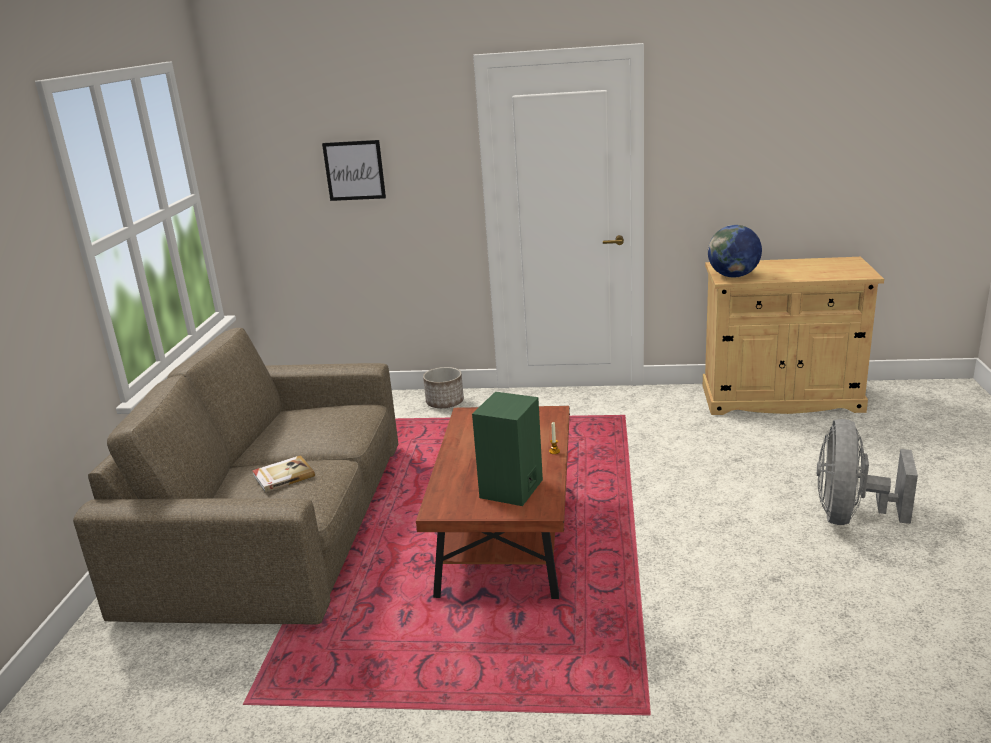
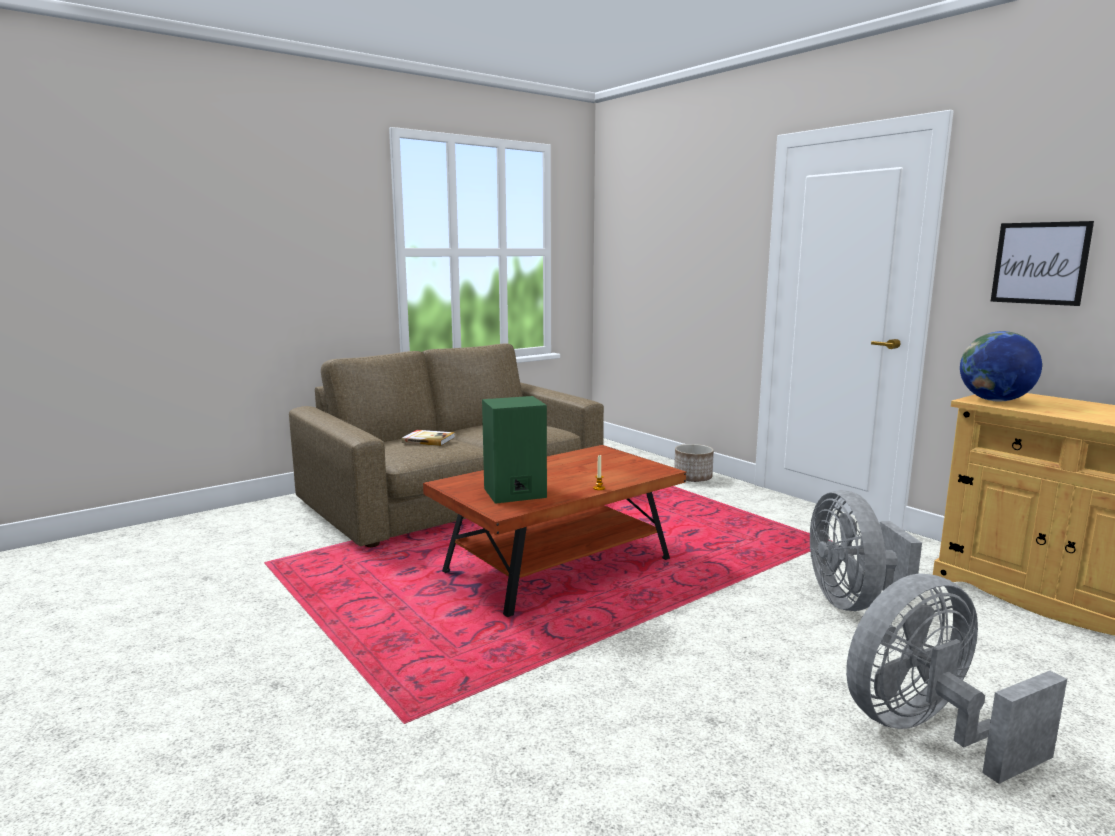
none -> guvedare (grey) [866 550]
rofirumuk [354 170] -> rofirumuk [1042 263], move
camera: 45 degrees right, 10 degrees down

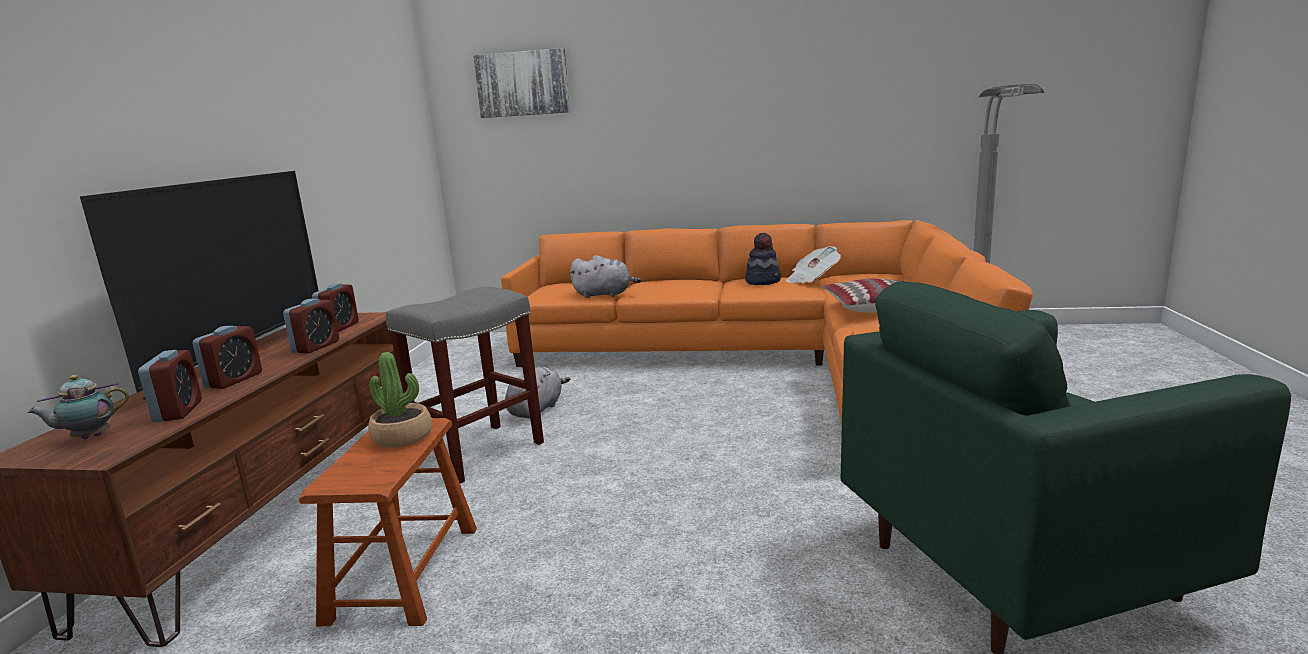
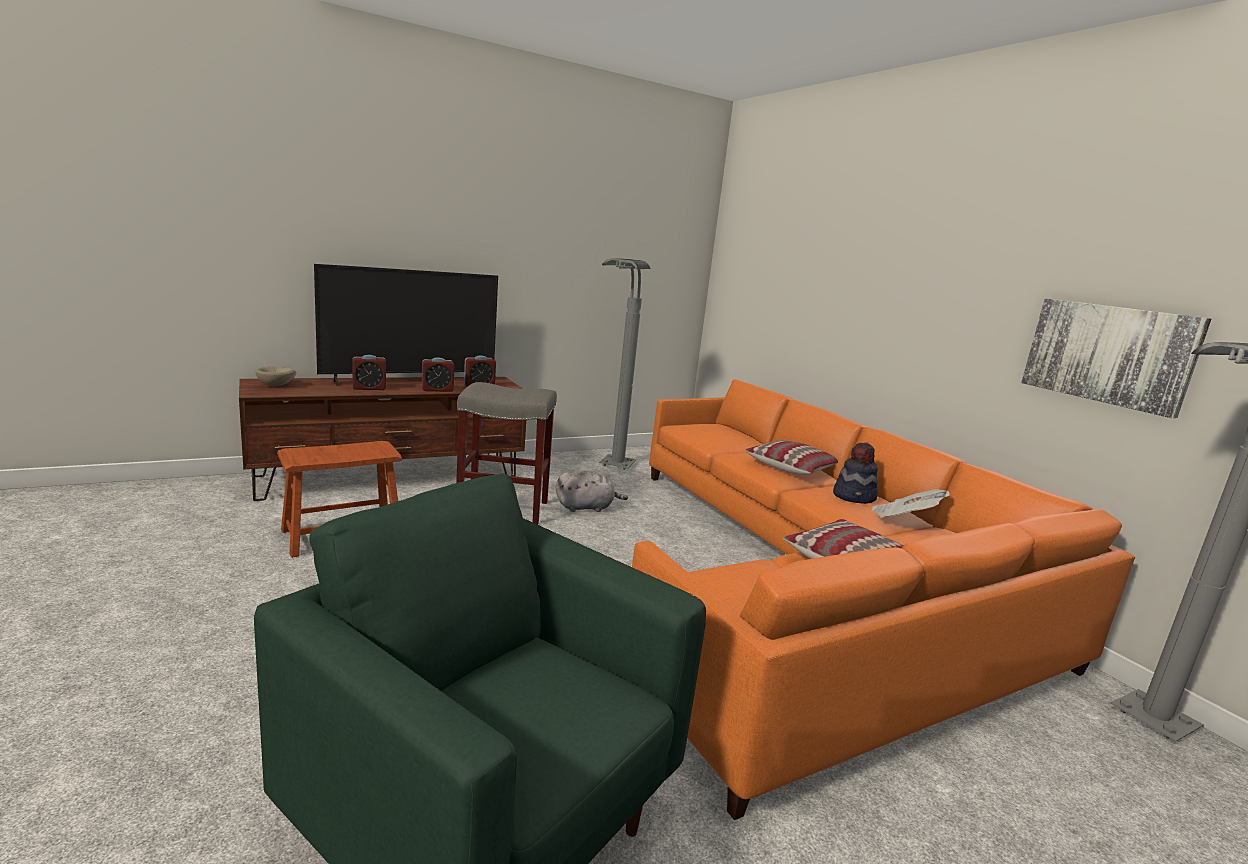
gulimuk [170 386] -> none
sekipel [400 400] -> none
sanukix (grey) [606 276] -> none
none -> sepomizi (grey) [625 364]
none -> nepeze [791 457]
rofirumuk [522 83] -> rofirumuk [1116 358], move
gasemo [78 407] -> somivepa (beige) [276 376]
camera: 50 degrees right, 0 degrees up

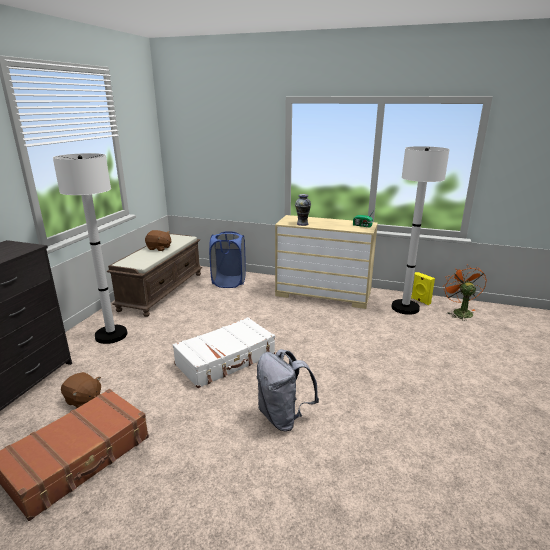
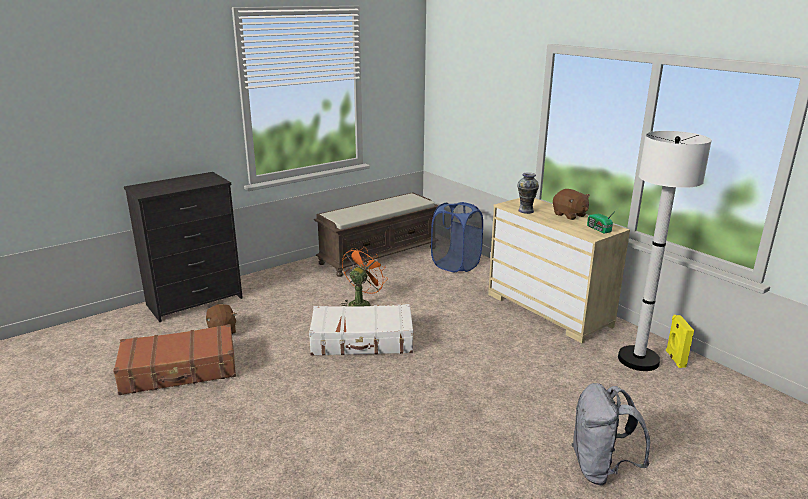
sepomizi (white) [90 248] -> none
sanukix (brown) [158 240] -> sanukix (brown) [571 204], move
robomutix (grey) [288 390] -> robomutix (grey) [611 434], move
guvedare (orange) [464 293] -> guvedare (orange) [364 277], move
camera: 35 degrees right, 0 degrees up

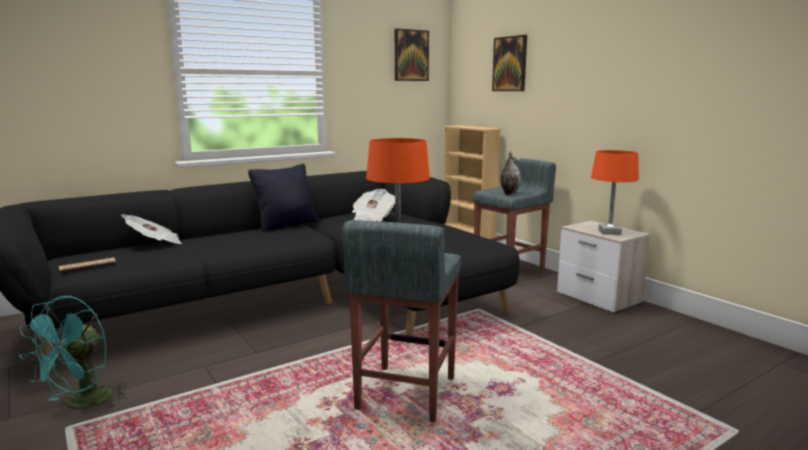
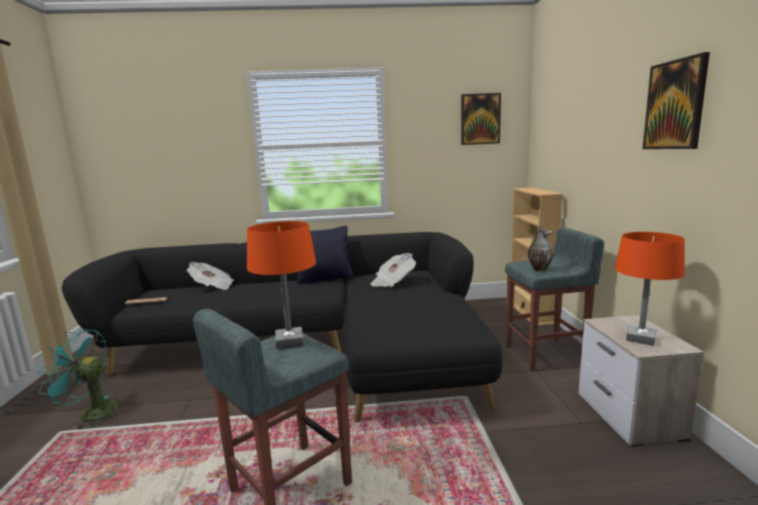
rofirumuk [509 63] -> rofirumuk [676 100], move
guvedare (turquoise) [72 352] -> guvedare (turquoise) [78 379], 45 degrees clockwise
camera: 30 degrees right, 0 degrees up

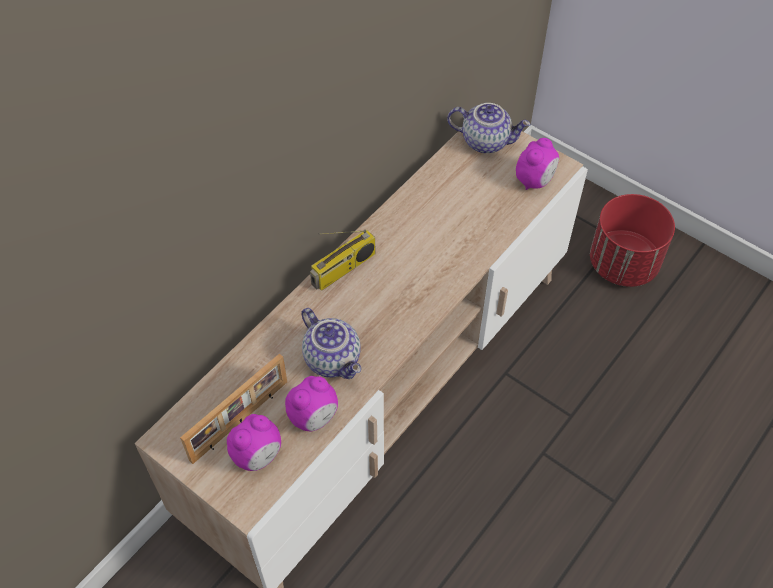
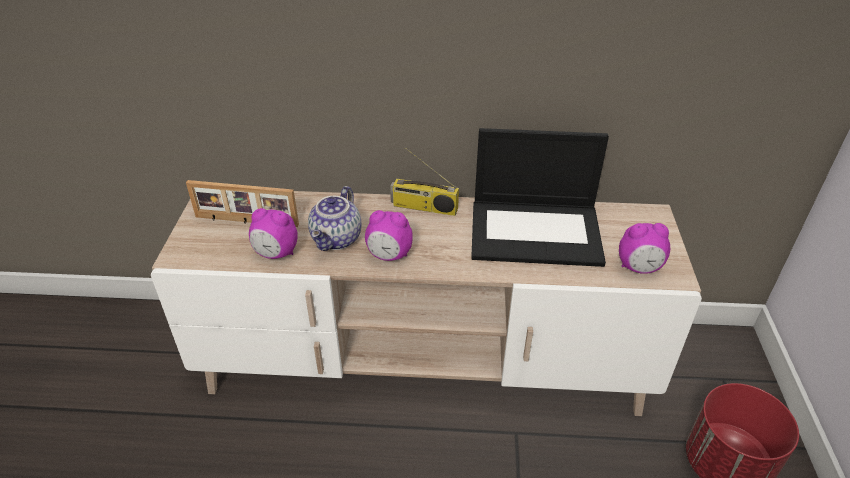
gasemo [489 128] -> none
none -> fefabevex [540 197]
gulimuk [254 442] -> gulimuk [389 235], move
camera: 55 degrees right, 15 degrees down

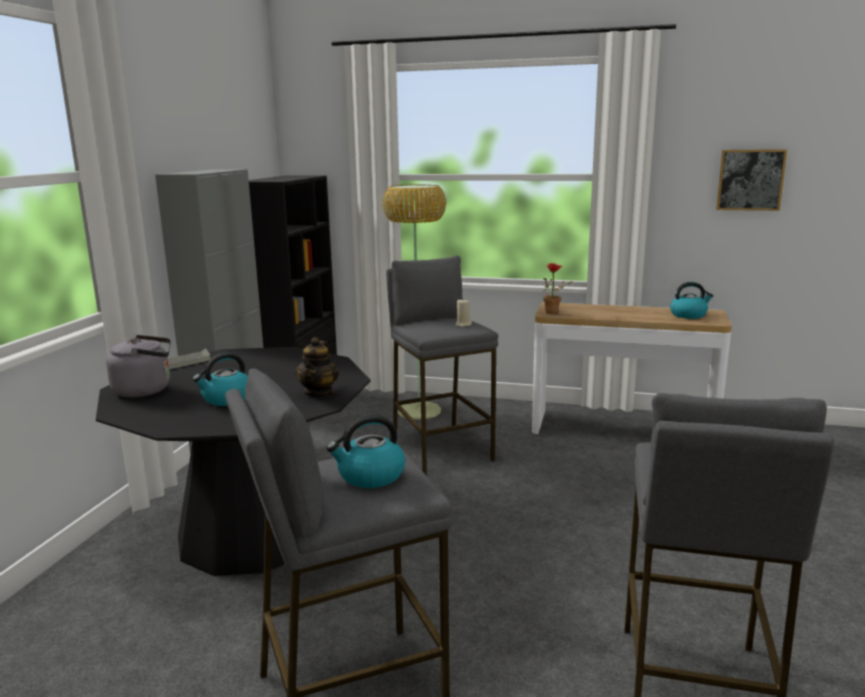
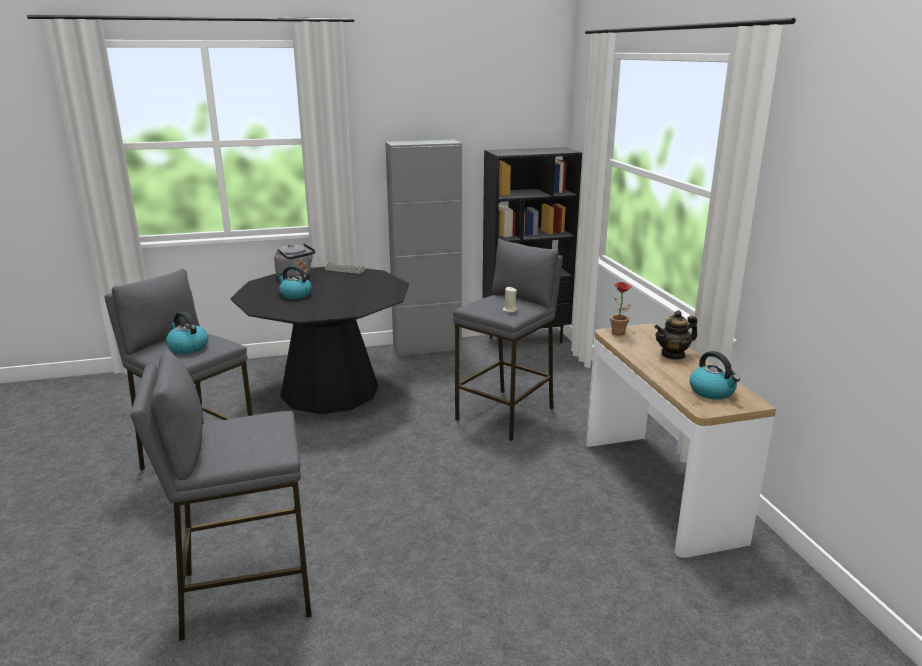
sepomizi [414 302] -> none
rofirumuk [751 180] -> none
gasemo [317 367] -> gasemo [675 335], move
camera: 60 degrees right, 5 degrees up

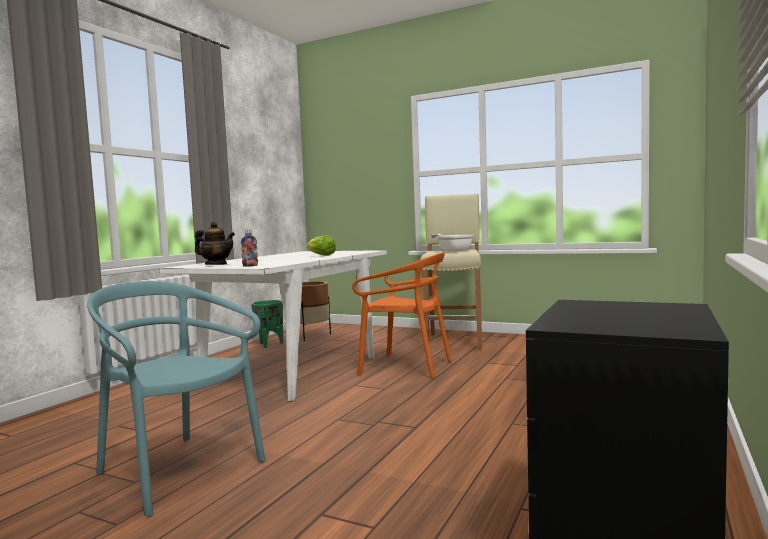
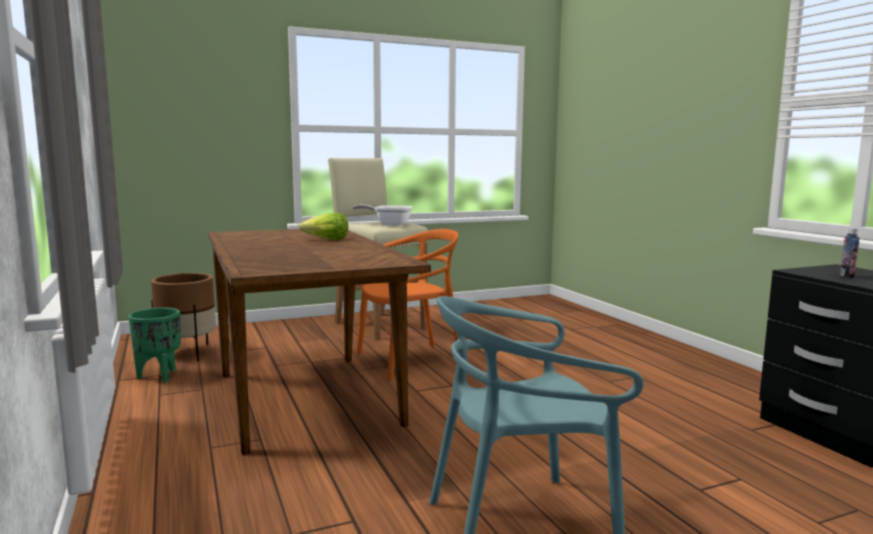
gasemo [215 243] -> none
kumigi [249 248] -> kumigi [850 253], move
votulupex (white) [273 326] -> votulupex (brown) [319 342]
camera: 50 degrees left, 5 degrees up

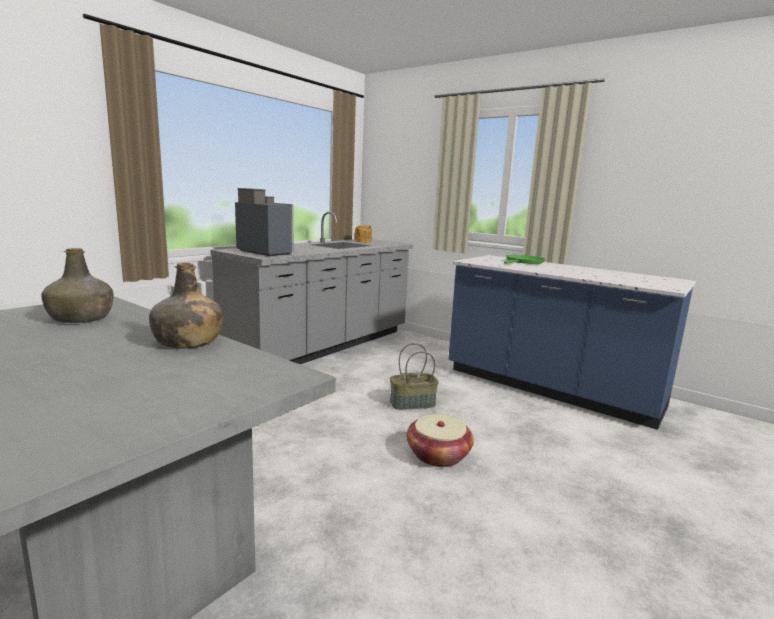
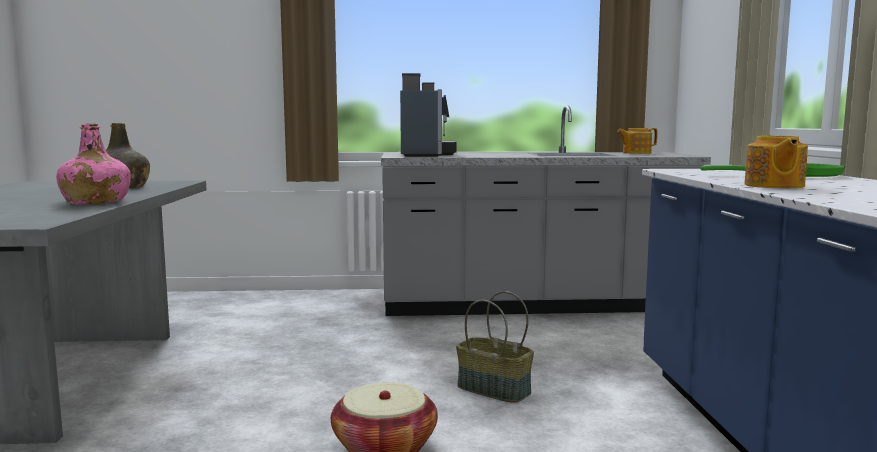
none -> gasemo [776 161]
kumigi (green) [186 306] -> kumigi (pink) [93 164]
camera: 50 degrees right, 5 degrees down

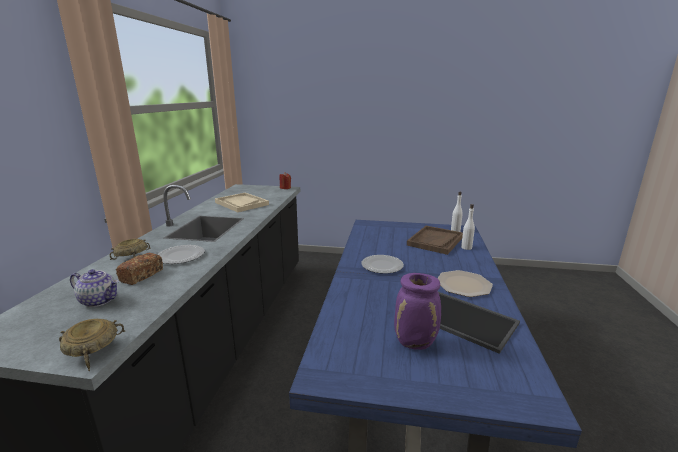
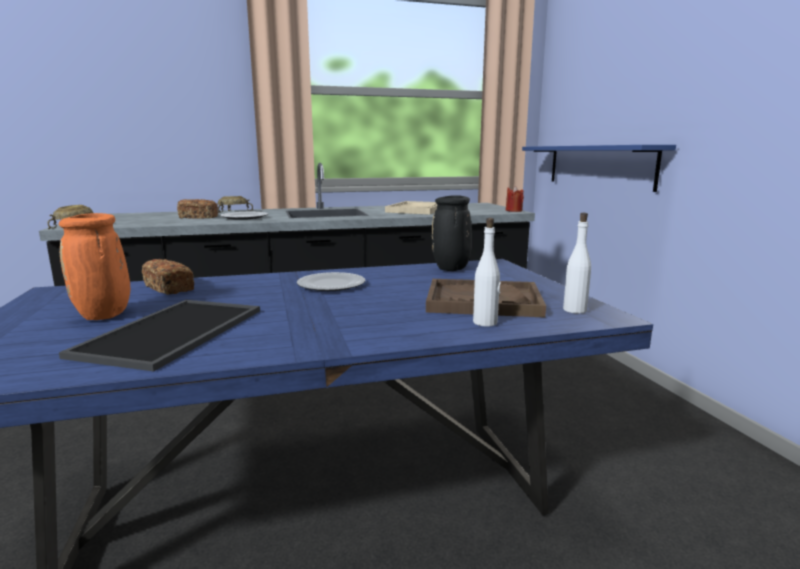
gasemo [94 288] -> none
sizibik [465 283] -> none
none -> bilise [168 277]
none -> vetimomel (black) [452 233]
none -> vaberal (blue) [599 168]
vetimomel (purple) [417 311] -> vetimomel (orange) [94 266]
camera: 65 degrees right, 5 degrees down

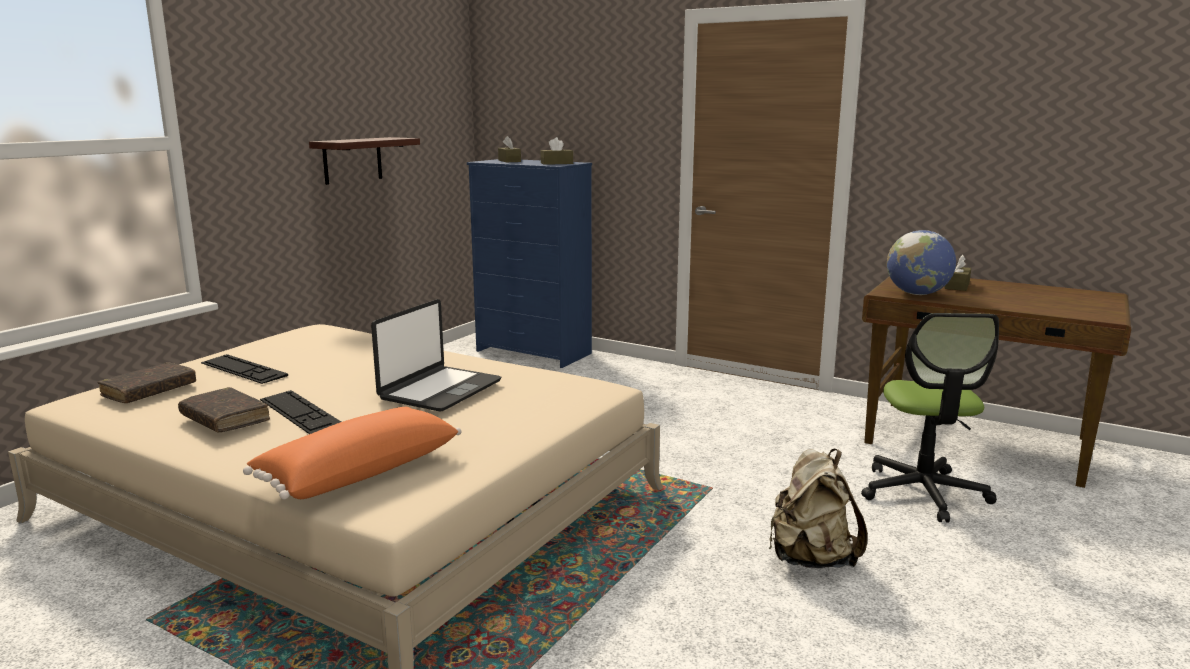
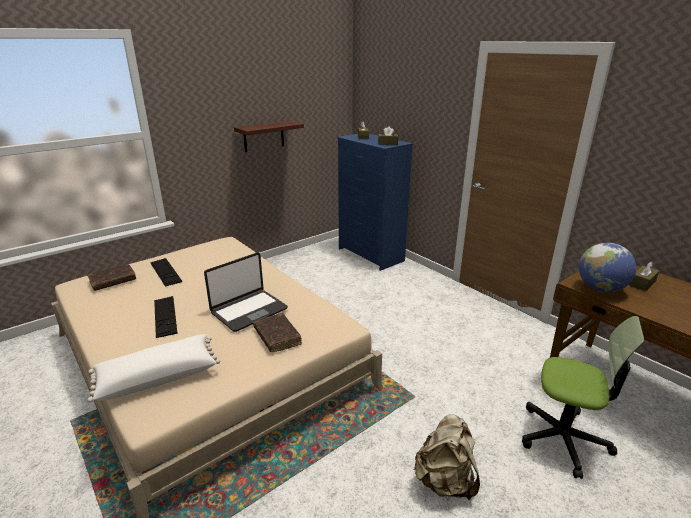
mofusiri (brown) [224 409] -> mofusiri (brown) [277 332], move
nepeze (orange) [352 453] -> nepeze (white) [153 368]
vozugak [930 418] -> vozugak [583 397], 90 degrees counterclockwise
camera: 20 degrees right, 10 degrees up

